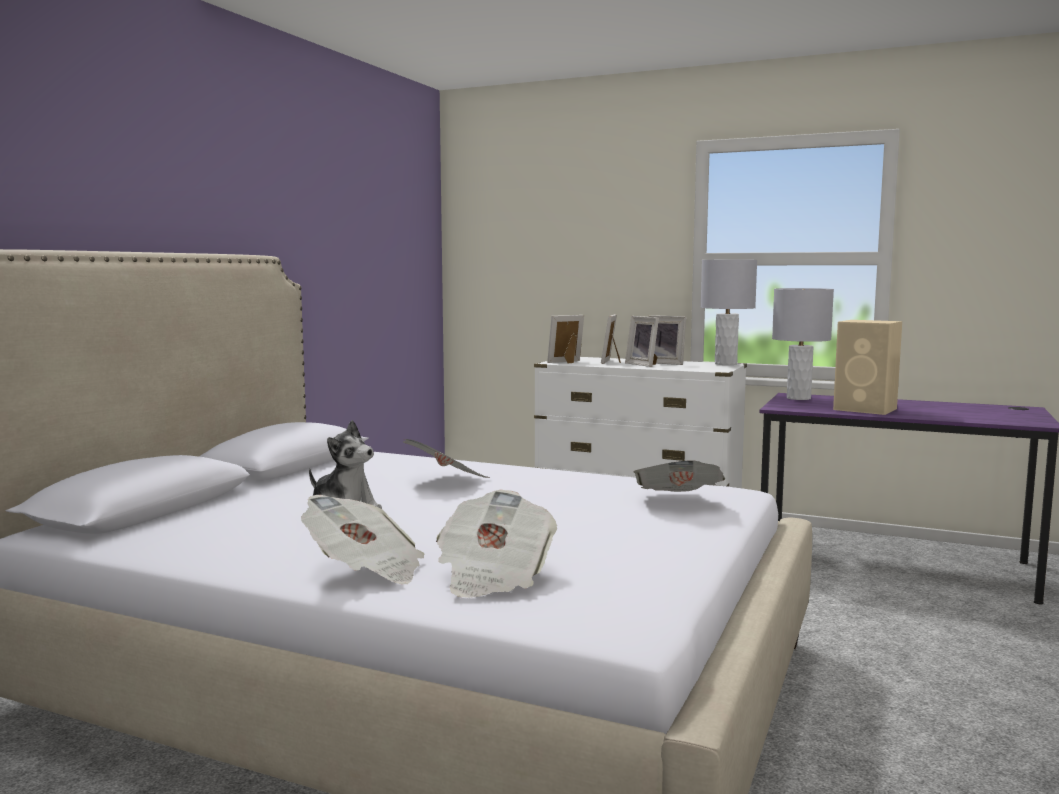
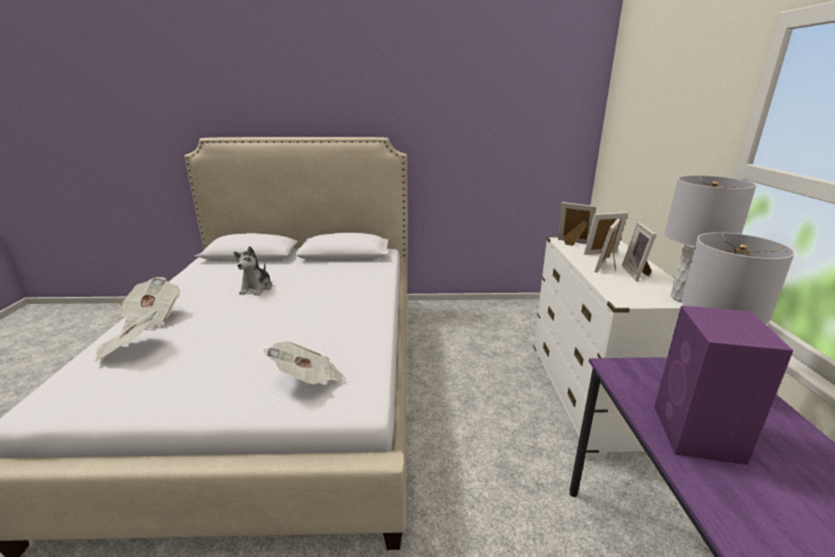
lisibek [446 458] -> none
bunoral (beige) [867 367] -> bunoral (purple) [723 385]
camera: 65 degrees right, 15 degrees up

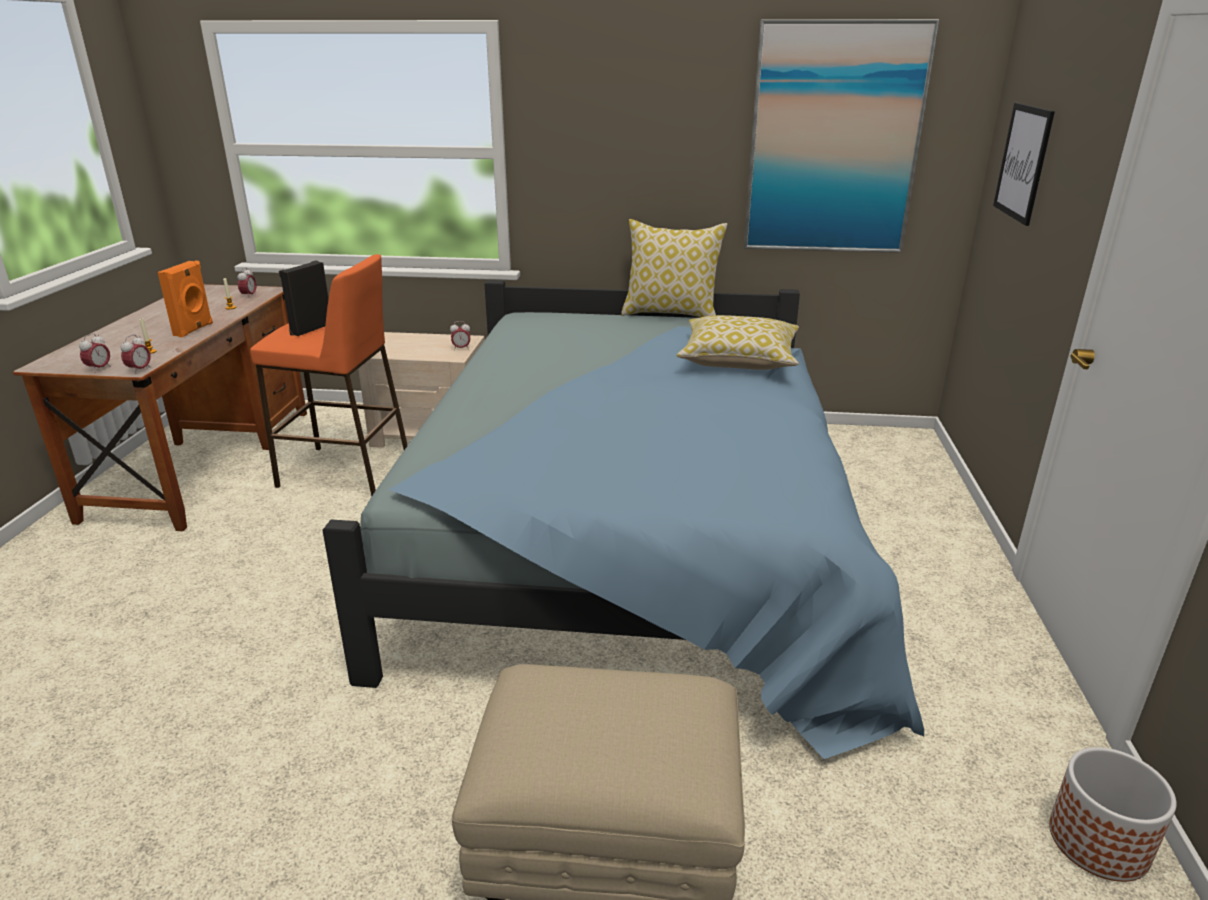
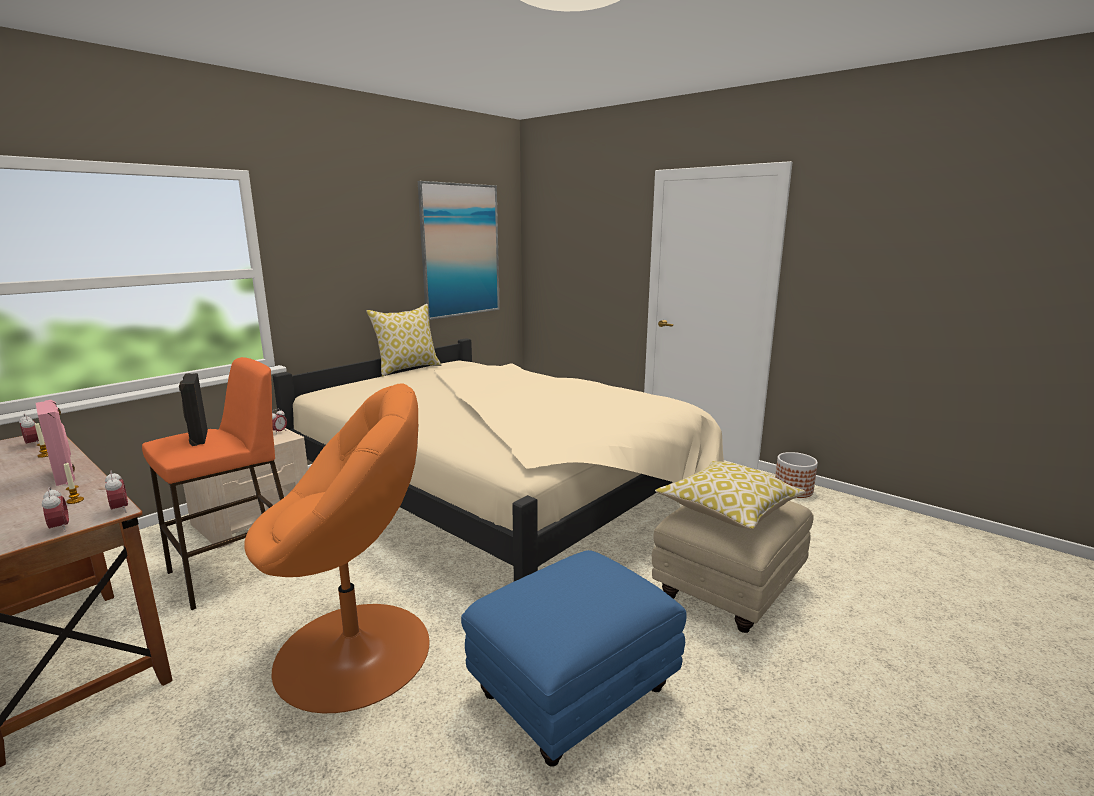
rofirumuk [1024 164] -> none
none -> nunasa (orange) [337 548]
none -> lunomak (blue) [574 658]
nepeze [738 342] -> nepeze [730 495], move
bunoral (orange) [185 299] -> bunoral (pink) [55 443]
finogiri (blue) [623 519] -> finogiri (beige) [498 459]
camera: 55 degrees left, 10 degrees down

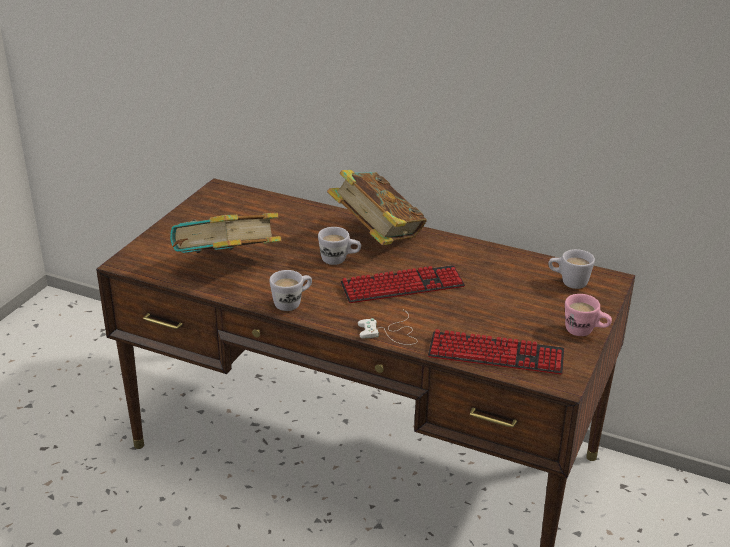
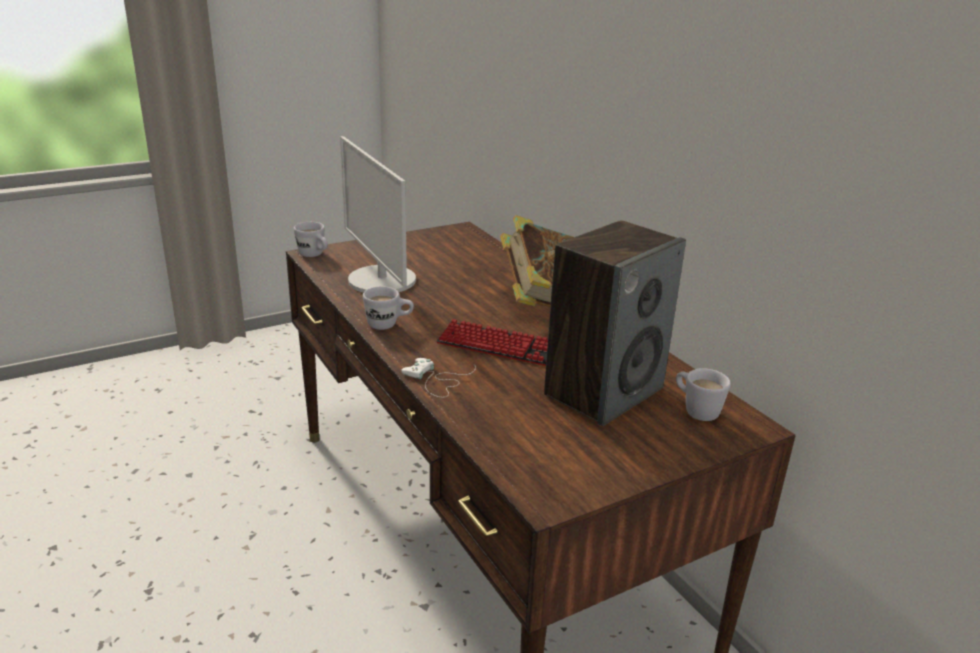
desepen [496 351] -> none
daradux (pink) [588 315] -> none
none -> bunoral [615 323]
daradux (white) [339 246] -> daradux (white) [311 239], move
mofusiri [225 233] -> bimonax [378 214]
camera: 35 degrees right, 5 degrees down

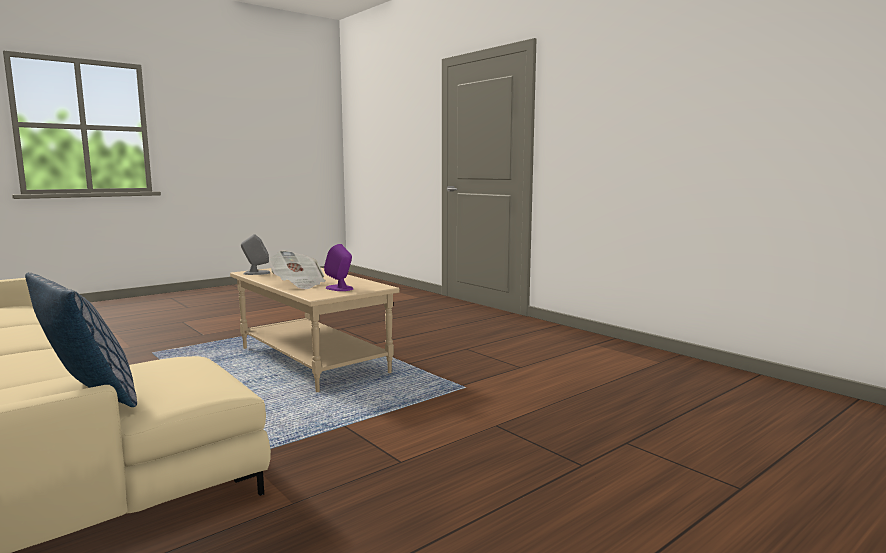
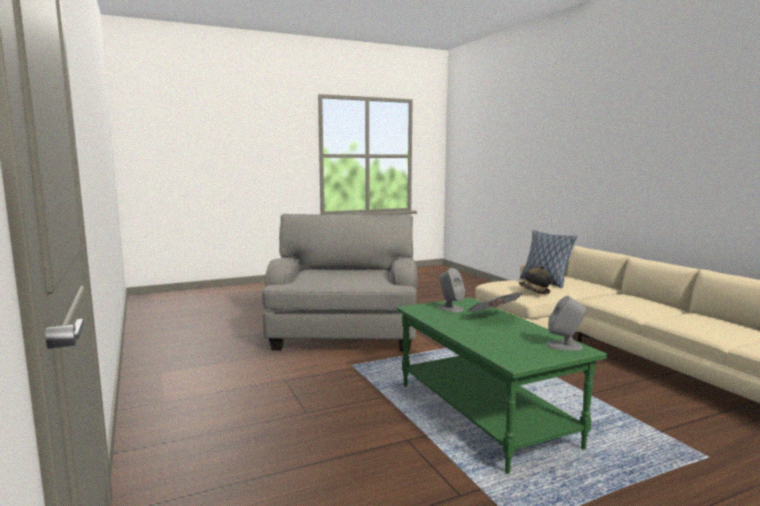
none -> nunasa (grey) [339 283]
none -> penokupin [535 280]
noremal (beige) [315 329] -> noremal (green) [502 385]
bunoral (purple) [338 267] -> bunoral (grey) [451 290]
camera: 165 degrees left, 0 degrees up

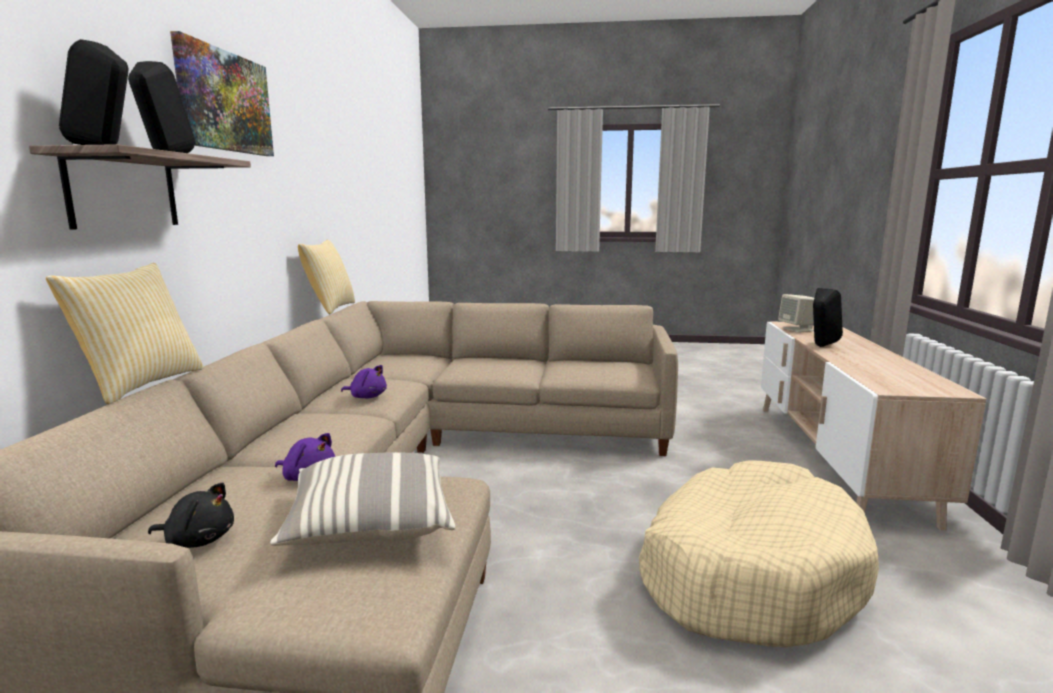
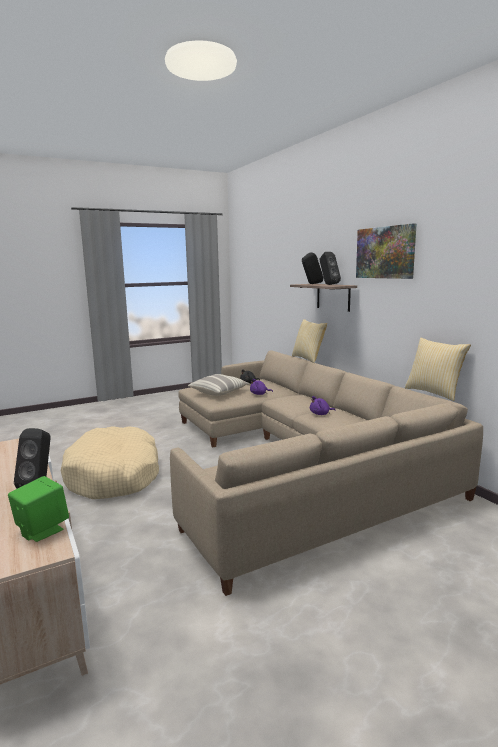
bunoral (beige) [796 313] -> bunoral (green) [38 509]
camera: 145 degrees right, 0 degrees up

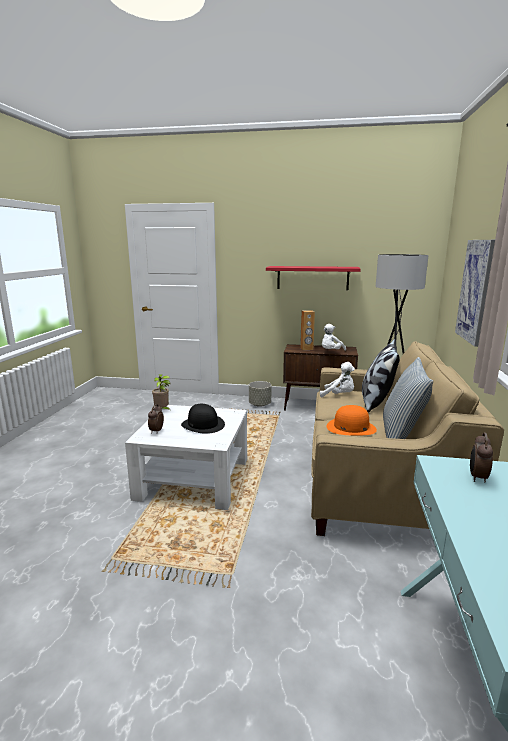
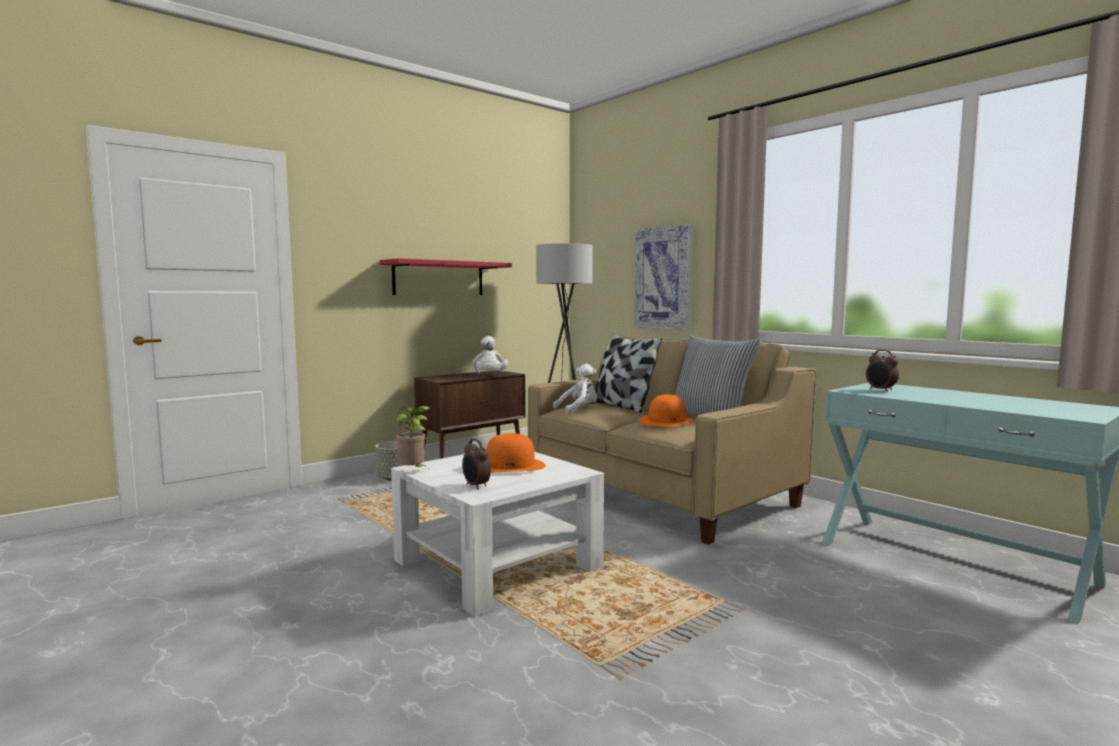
bunoral (brown) [307 330] -> none
penokupin (black) [203 419] -> penokupin (orange) [516 452]
camera: 50 degrees left, 10 degrees down

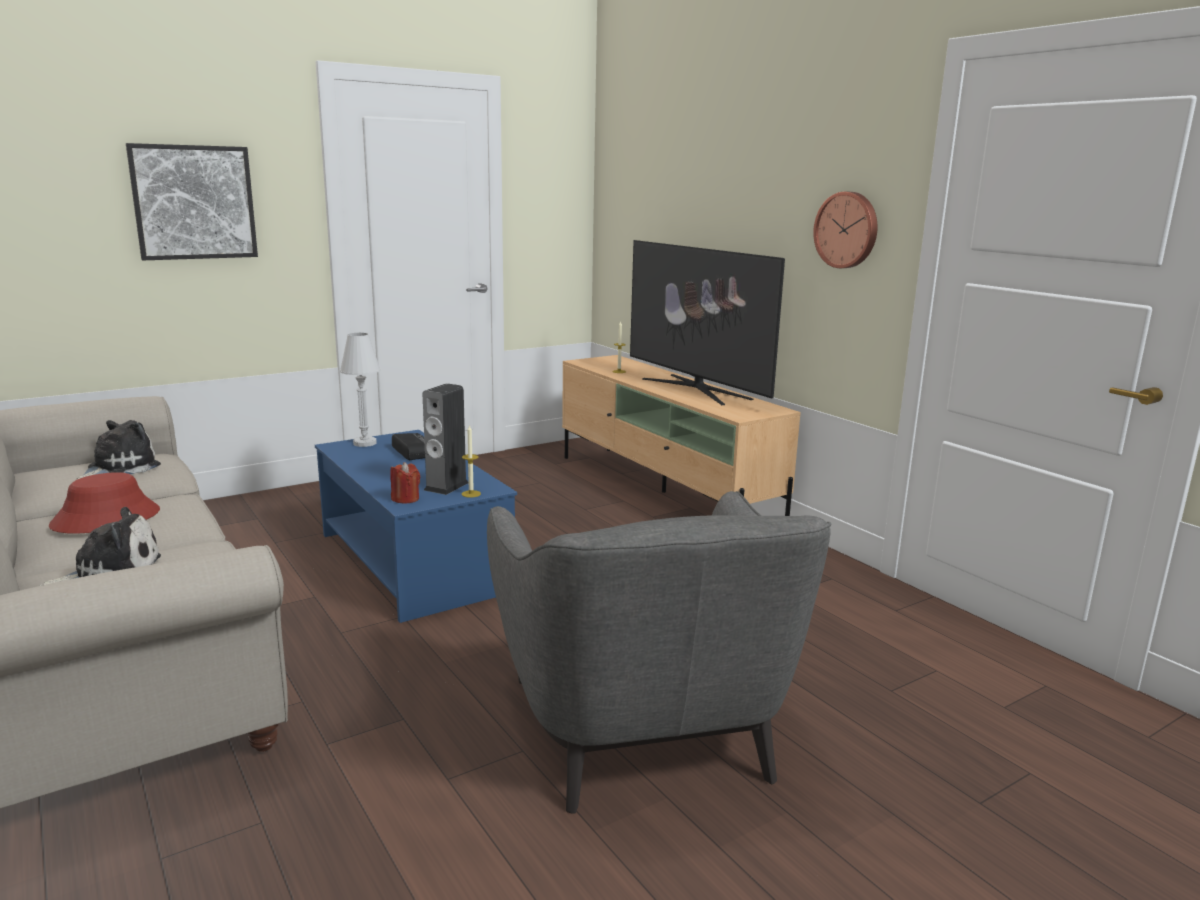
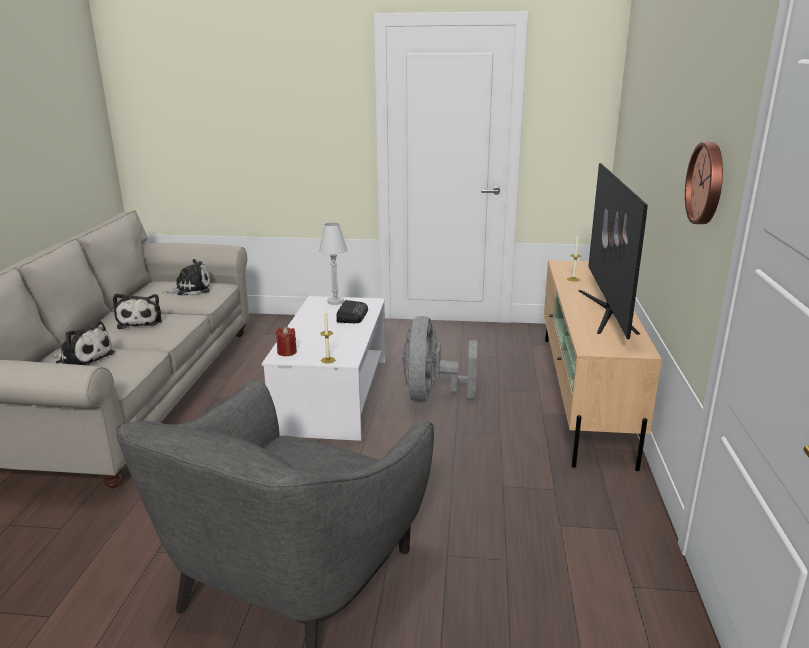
rofirumuk [192 201] -> none
bunoral [445 439] -> none
none -> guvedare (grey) [439 359]
penokupin (red) [104 503] -> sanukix [137 311]
noremal (blue) [416 526] -> noremal (white) [324 368]
camera: 40 degrees right, 5 degrees up

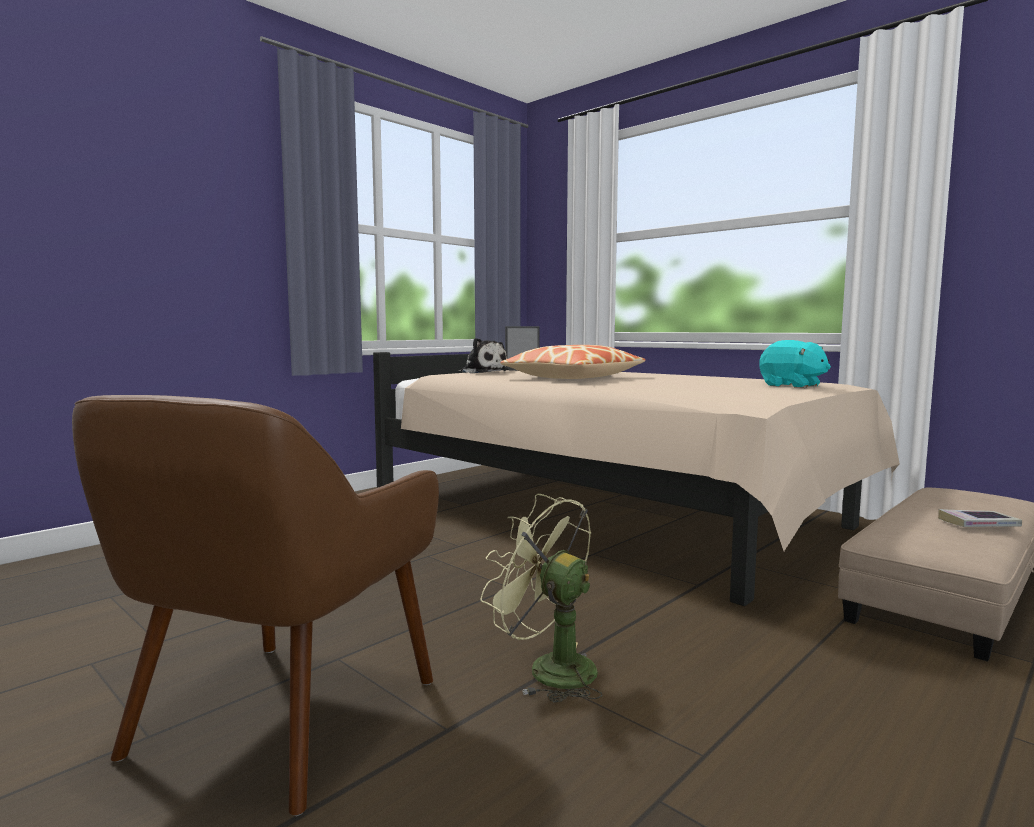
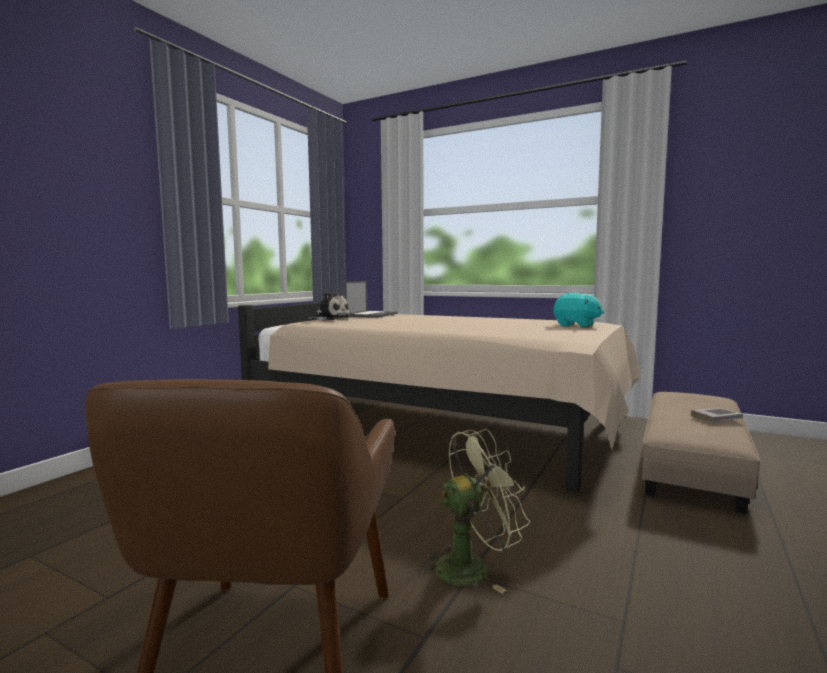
nepeze [573 362] -> none
guvedare (green) [542 598] -> guvedare (green) [473 511], 135 degrees clockwise
camera: 15 degrees left, 0 degrees up

